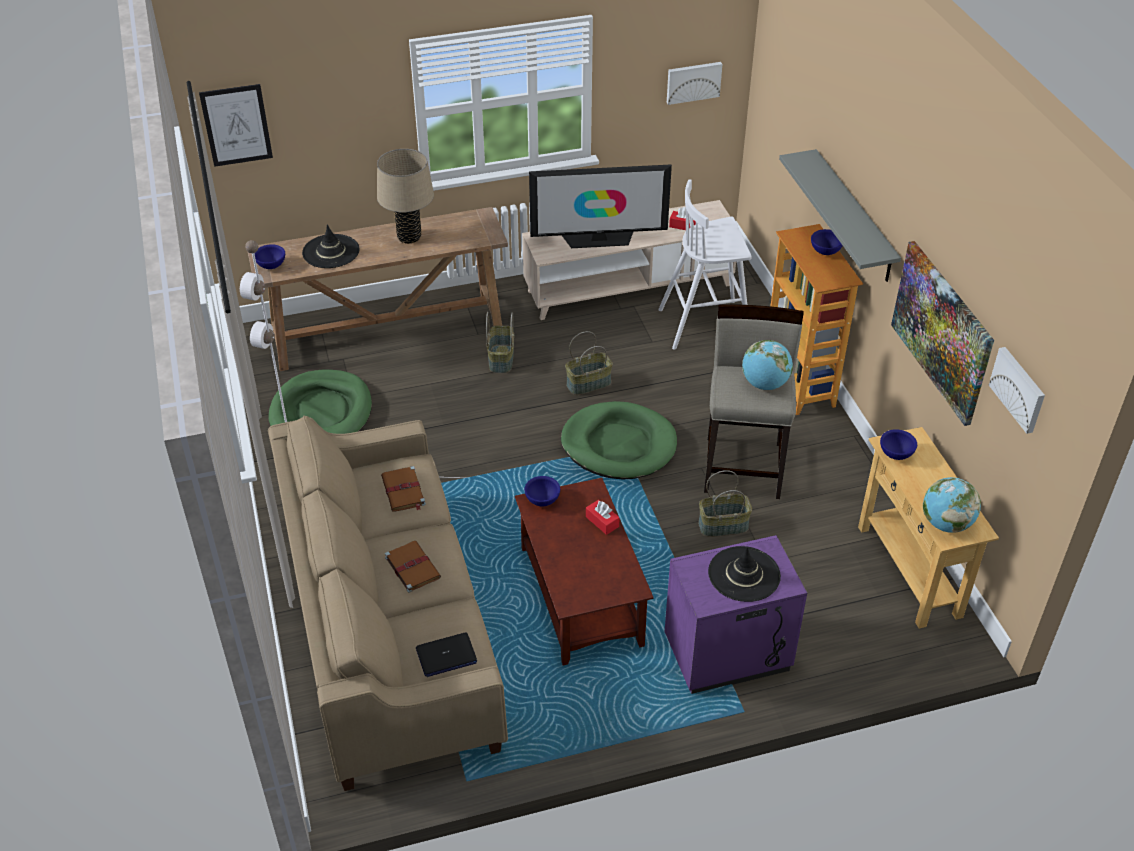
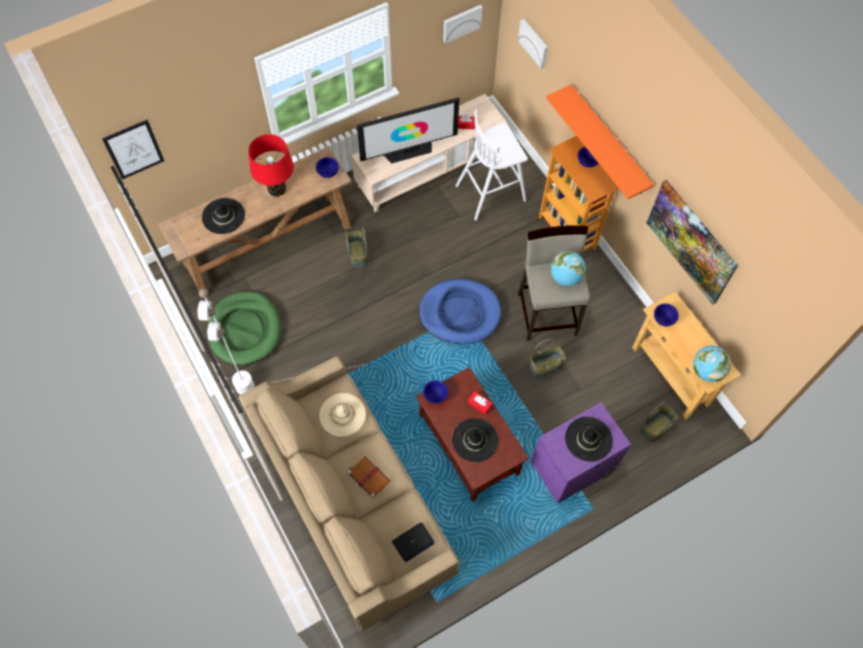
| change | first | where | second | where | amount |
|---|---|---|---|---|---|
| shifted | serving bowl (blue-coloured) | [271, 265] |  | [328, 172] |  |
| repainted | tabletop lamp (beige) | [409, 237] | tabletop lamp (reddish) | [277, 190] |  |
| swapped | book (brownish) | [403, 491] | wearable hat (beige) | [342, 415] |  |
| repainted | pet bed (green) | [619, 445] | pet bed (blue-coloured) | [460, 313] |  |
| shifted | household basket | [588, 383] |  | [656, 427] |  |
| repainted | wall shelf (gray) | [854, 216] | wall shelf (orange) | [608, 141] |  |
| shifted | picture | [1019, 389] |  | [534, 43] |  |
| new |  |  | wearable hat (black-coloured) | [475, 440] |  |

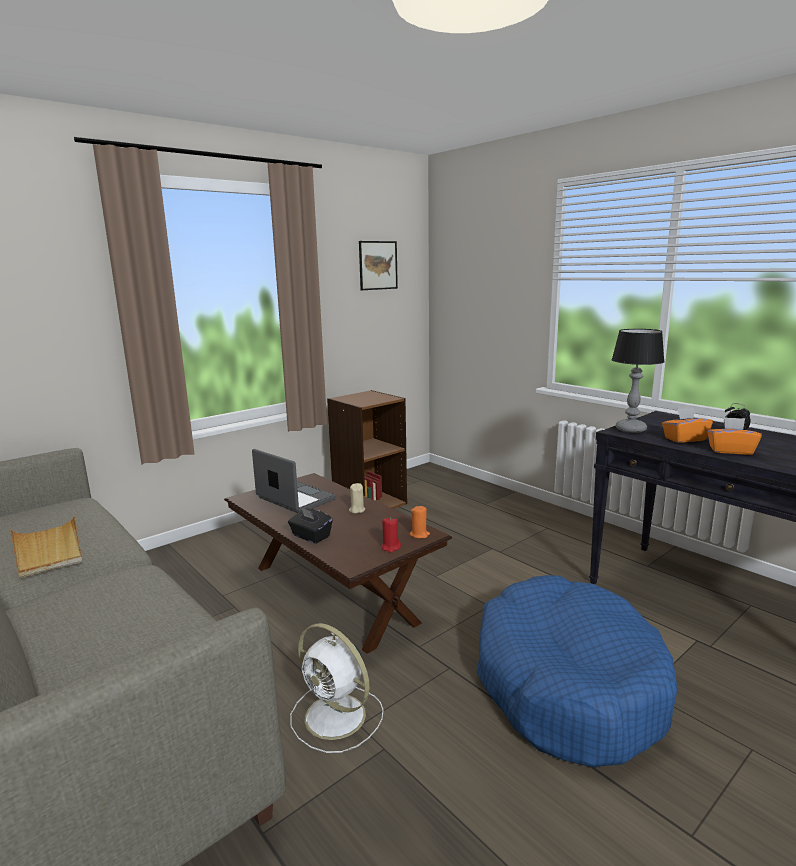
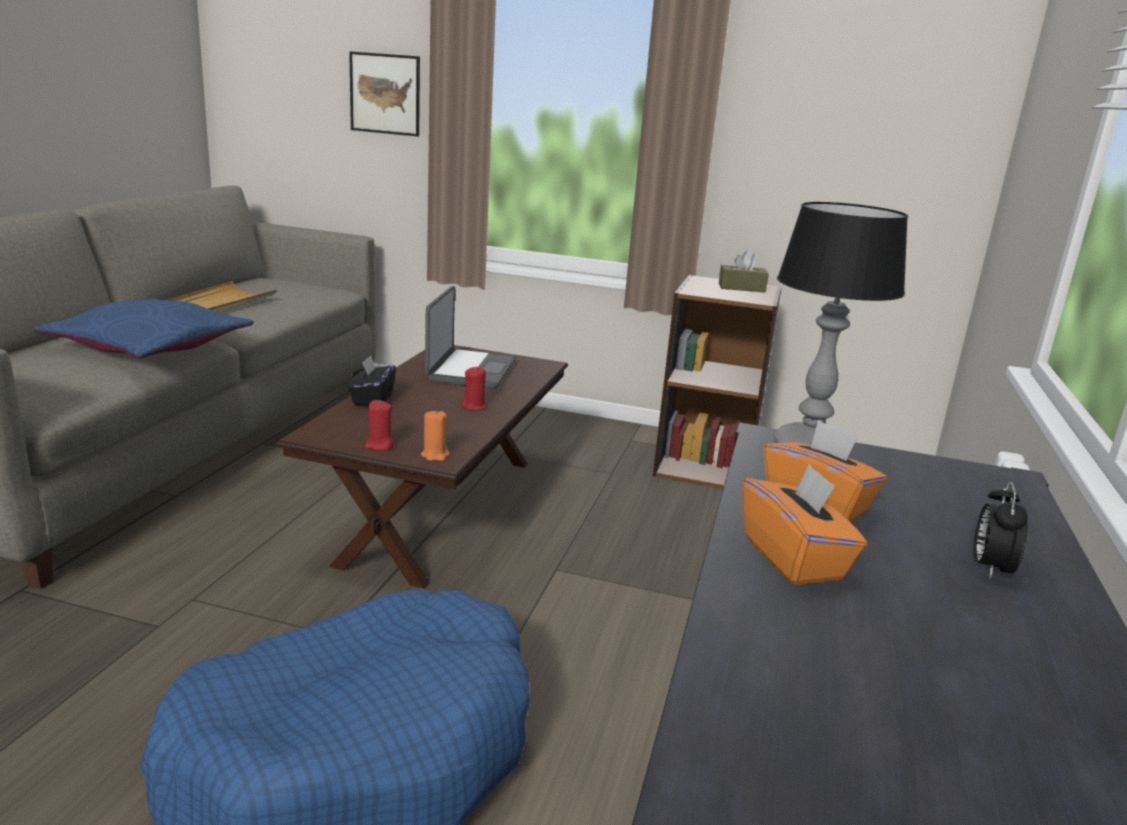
| change | first | where | second | where | amount |
|---|---|---|---|---|---|
| gone | cooling fan (white) | [337, 717] |  |  |  |
| repainted | candle (beige) | [357, 510] | candle (reddish) | [474, 406] |  |
| shifted | picture | [378, 265] |  | [385, 94] |  |
| new |  |  | cushion (blue-coloured) | [149, 347] |  |
| new |  |  | tissue holder (brownish) | [741, 288] |  |

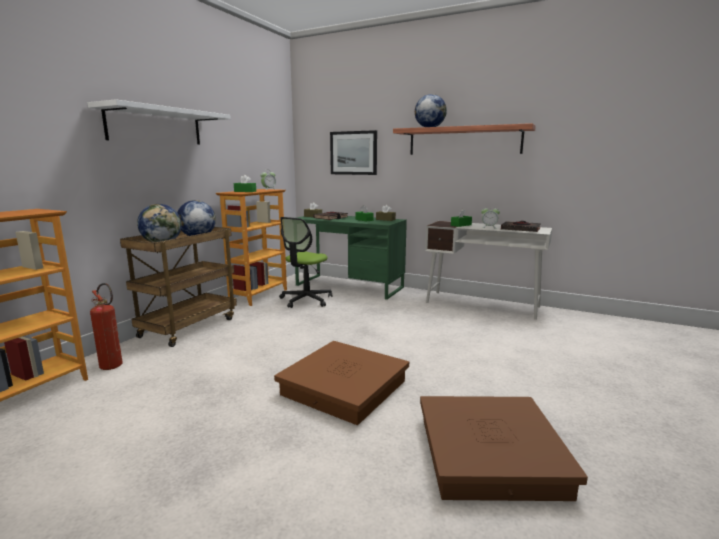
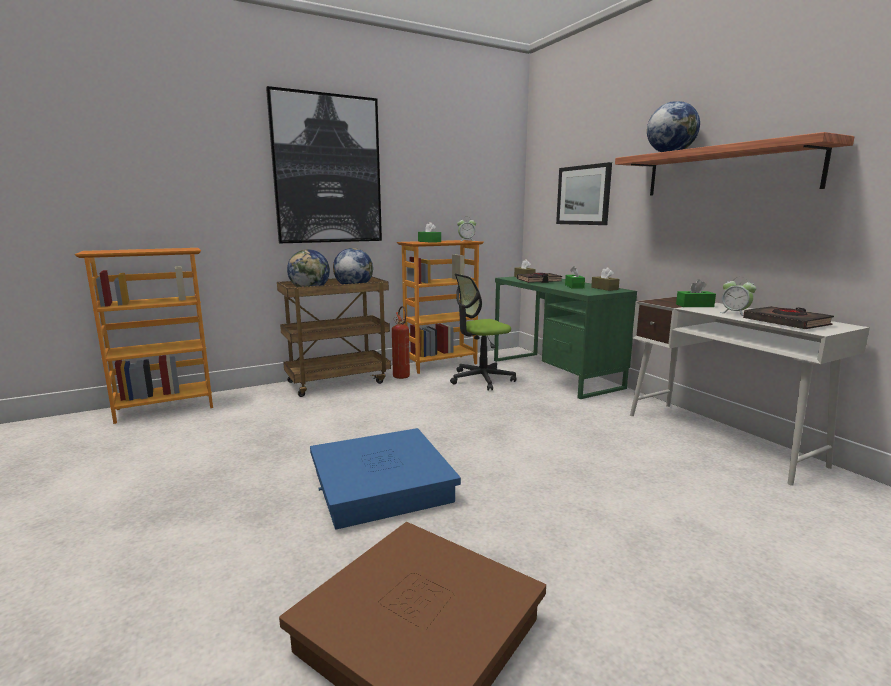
| change | first | where | second | where | amount |
|---|---|---|---|---|---|
| swapped | wall shelf (white) | [155, 126] | picture | [327, 170] |  |
| shifted | fire-fighting cylinder | [113, 367] |  | [402, 377] |  |
| repainted | storage bin (brownish) | [343, 387] | storage bin (blue-coloured) | [381, 484] |  |

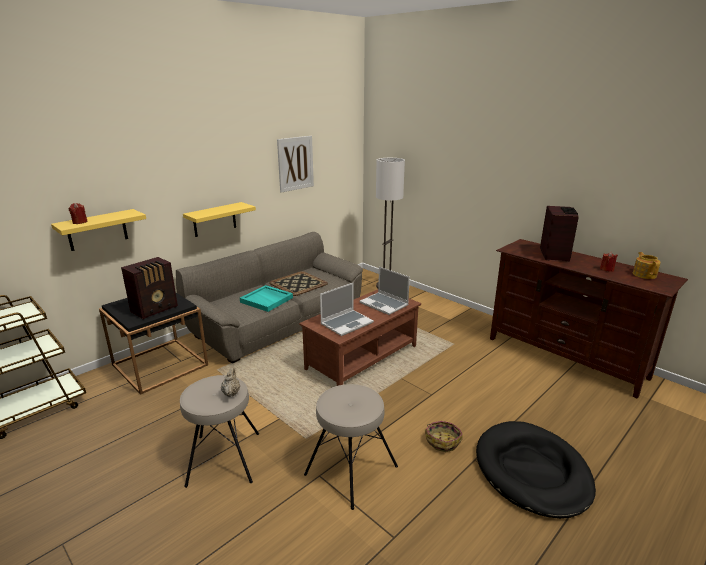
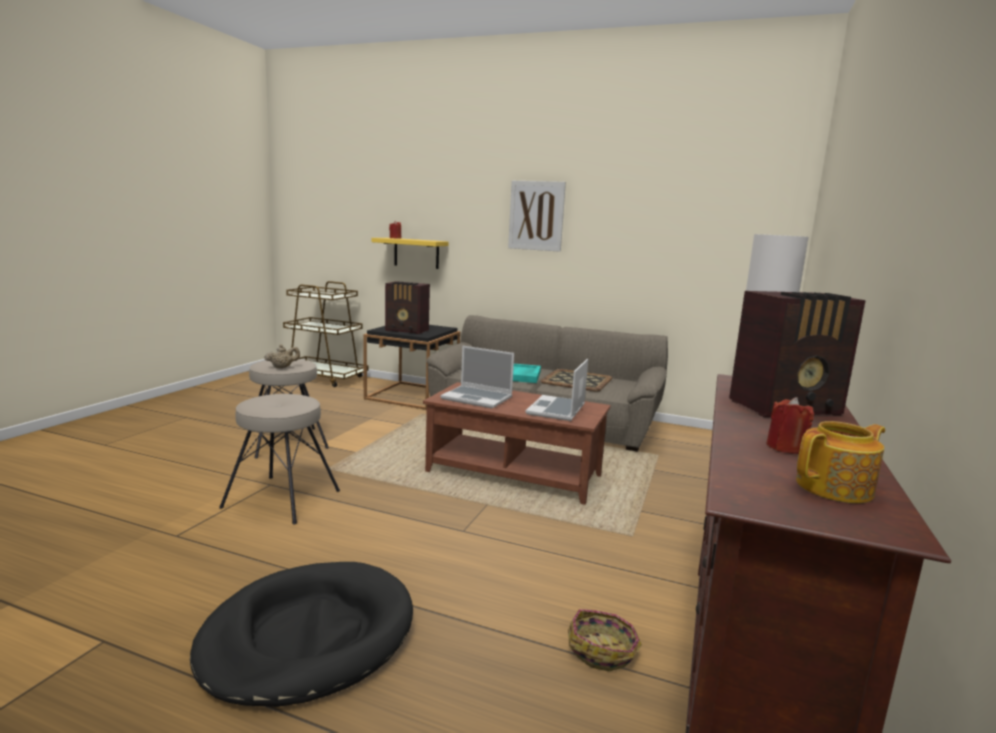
| change | first | where | second | where | amount |
|---|---|---|---|---|---|
| gone | wall shelf (yellow-coloured) | [214, 219] |  |  |  |
| shifted | picture | [295, 163] |  | [536, 216] |  |
| shifted | household basket | [442, 440] |  | [603, 650] |  |

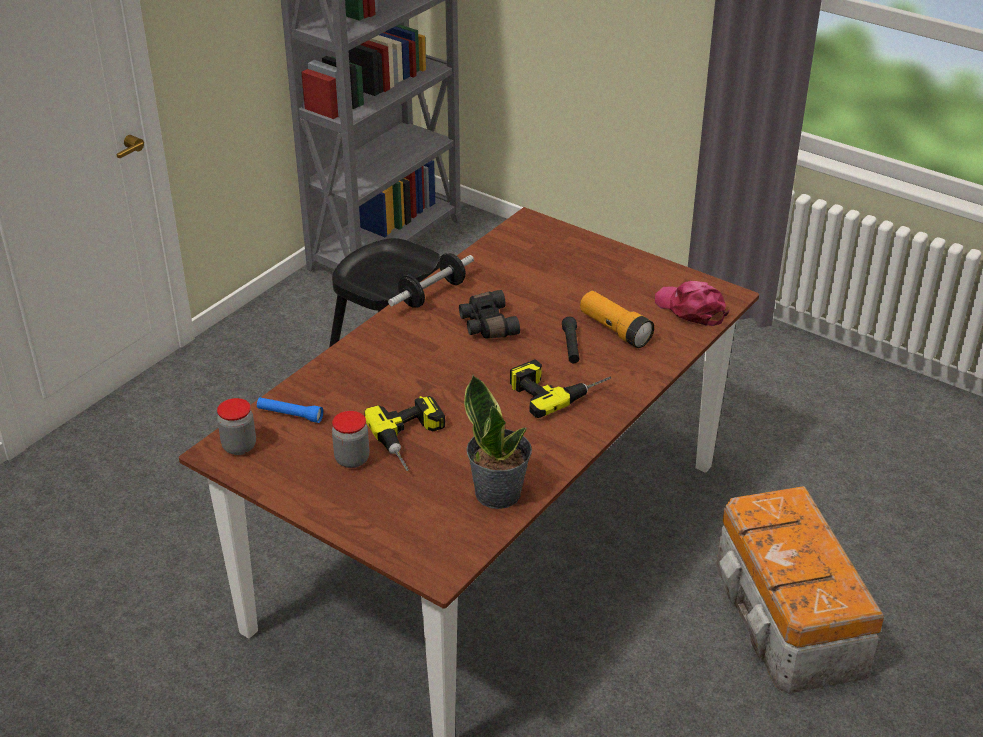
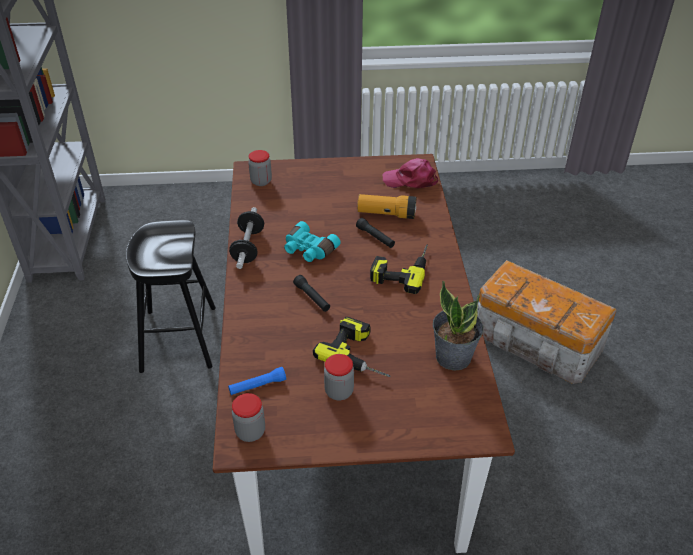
| change | first | where | second | where | amount |
|---|---|---|---|---|---|
| repainted | field glasses (black-coloured) | [486, 325] | field glasses (turquoise-coloured) | [308, 250] |  |
| new |  |  | storage jar | [261, 181] |  |
| new |  |  | hand torch (black-coloured) | [312, 298] |  |

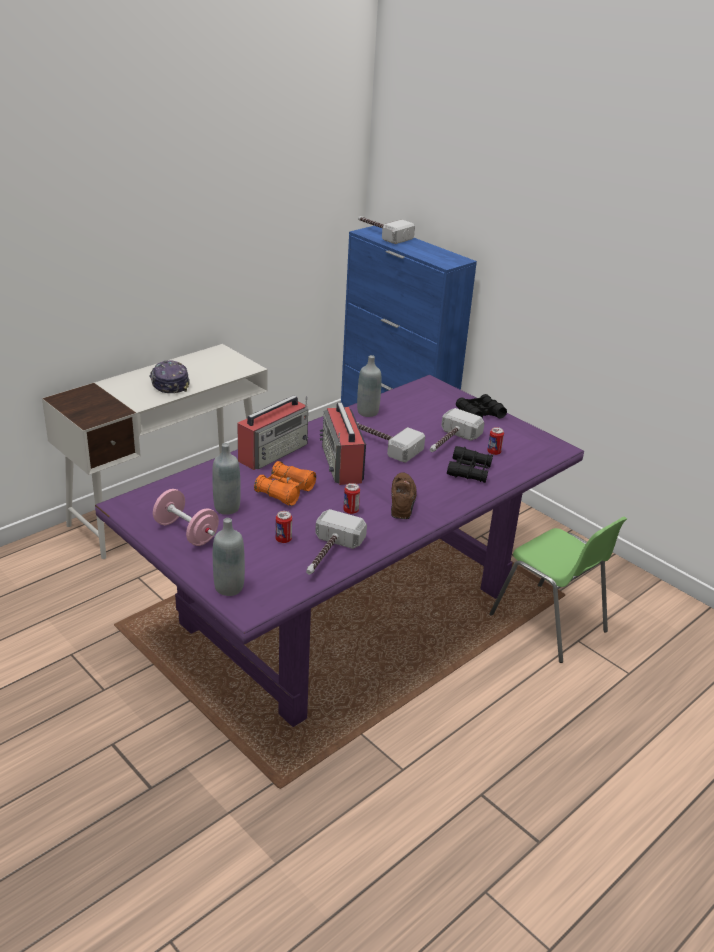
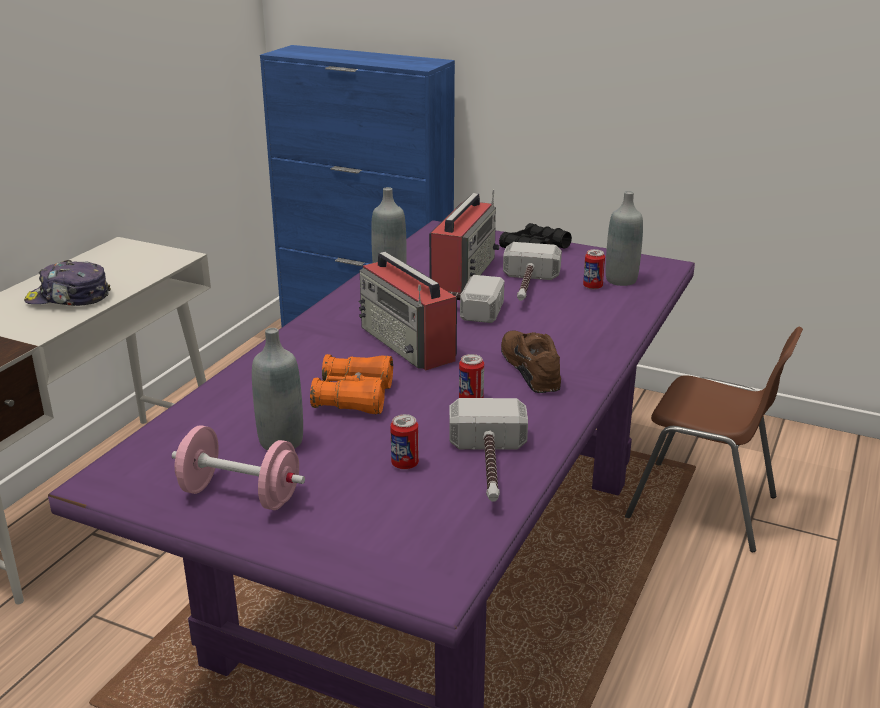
| change | first | where | second | where | amount |
|---|---|---|---|---|---|
| rotated | cap | [169, 384] |  | [68, 298] | 45 degrees counterclockwise |
| shifted | beverage bottle (gray) | [229, 587] |  | [621, 280] |  |
| shifted | radio receiver | [274, 452] |  | [463, 273] |  |
| gone | tool hammer | [381, 234] |  |  |  |
| gone | field glasses (black-coloured) | [469, 470] |  |  |  |
| repainted | plain chair (green) | [549, 624] | plain chair (brownish) | [703, 507] |  |

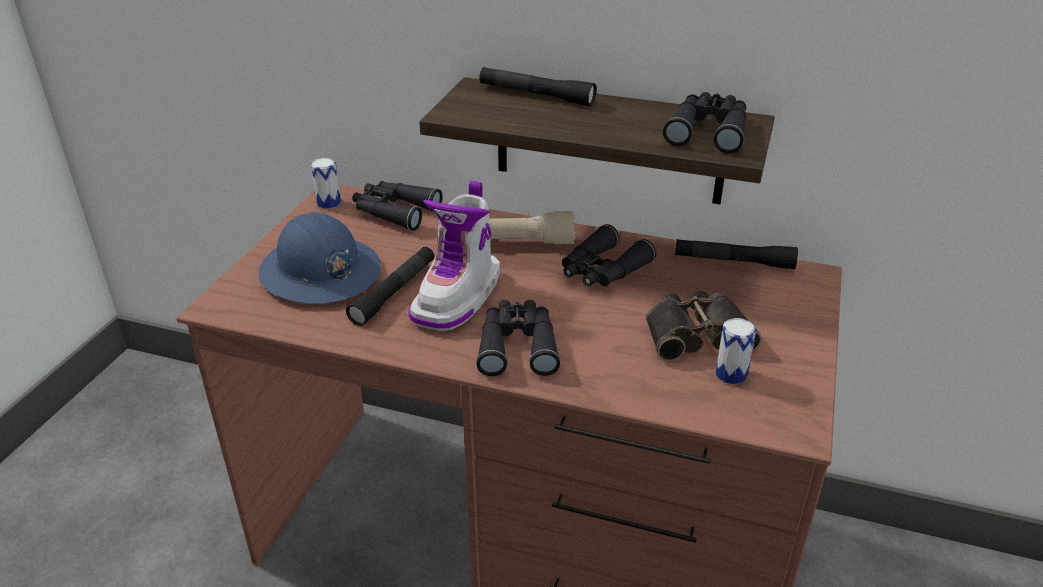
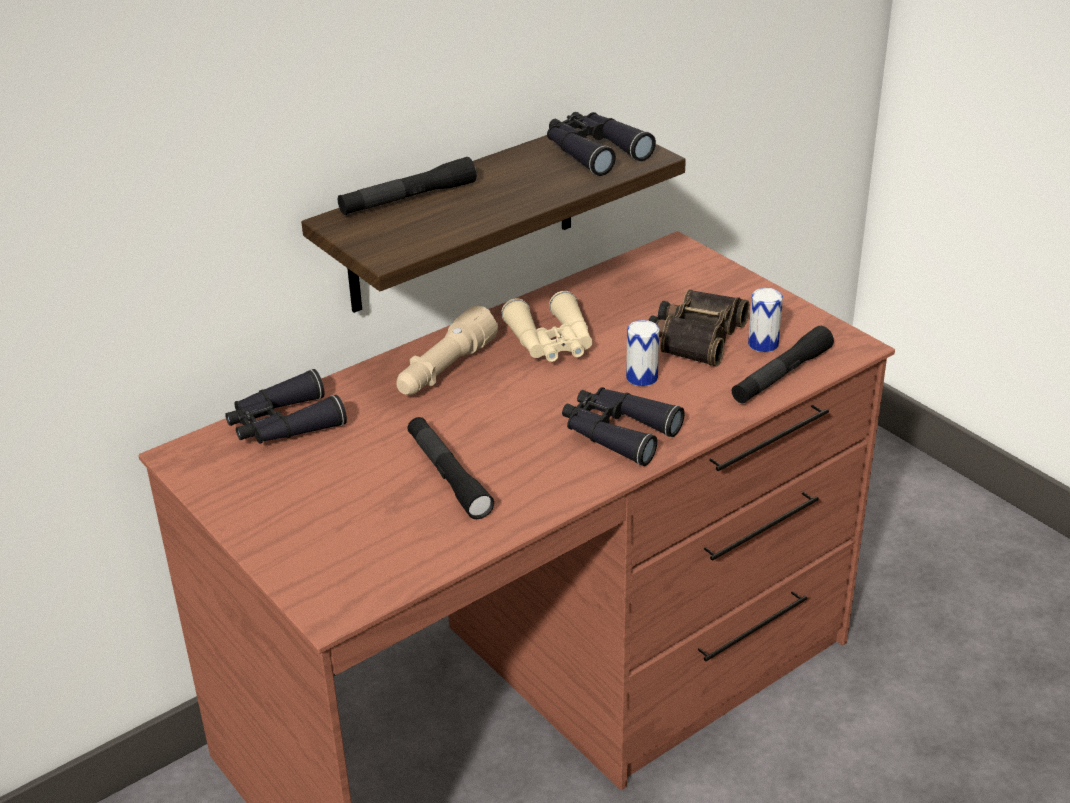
| change | first | where | second | where | amount |
|---|---|---|---|---|---|
| gone | hard hat (blue-coloured) | [320, 273] |  |  |  |
| shifted | can | [329, 203] |  | [642, 377] |  |
| gone | high-top boot | [458, 297] |  |  |  |
| repainted | field glasses (black-coloured) | [602, 271] | field glasses (beige) | [551, 343] |  |
| shifted | hand torch (black-coloured) | [733, 261] |  | [781, 375] |  |

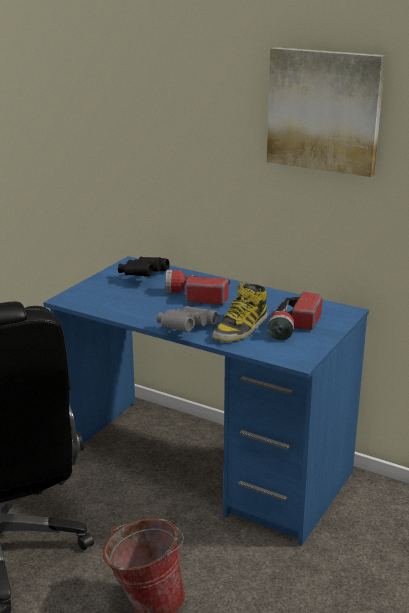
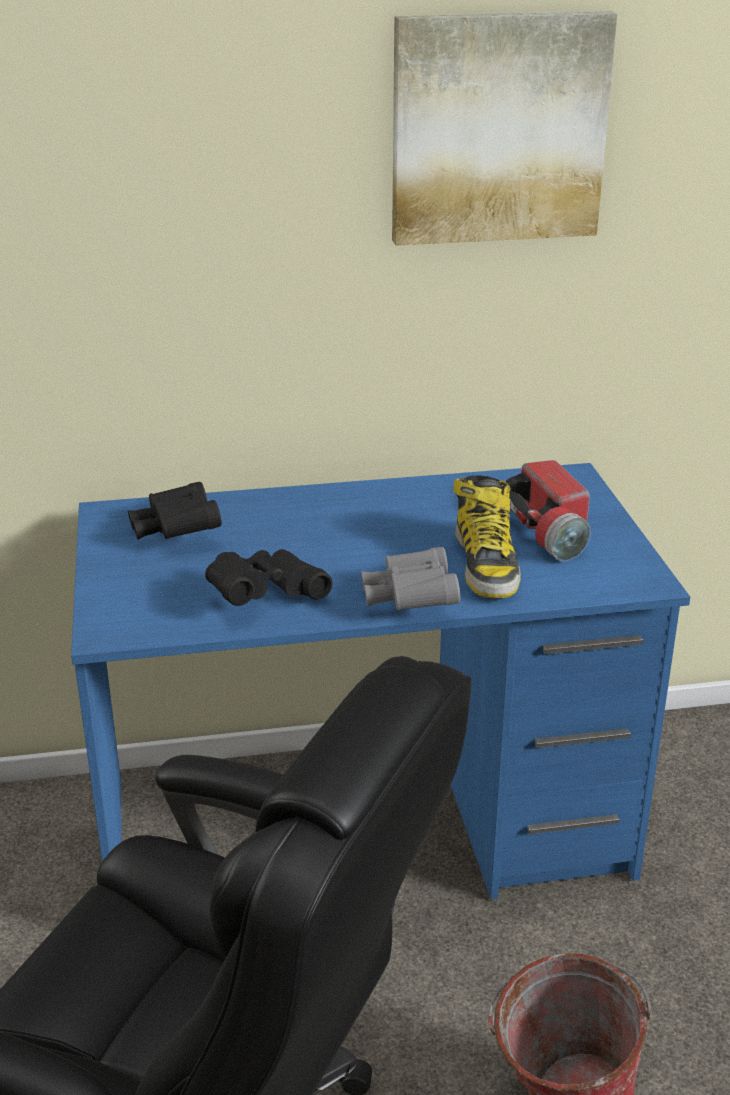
| change | first | where | second | where | amount |
|---|---|---|---|---|---|
| gone | hand torch | [195, 296] |  |  |  |
| new |  |  | field glasses (black-coloured) | [264, 596] |  |

